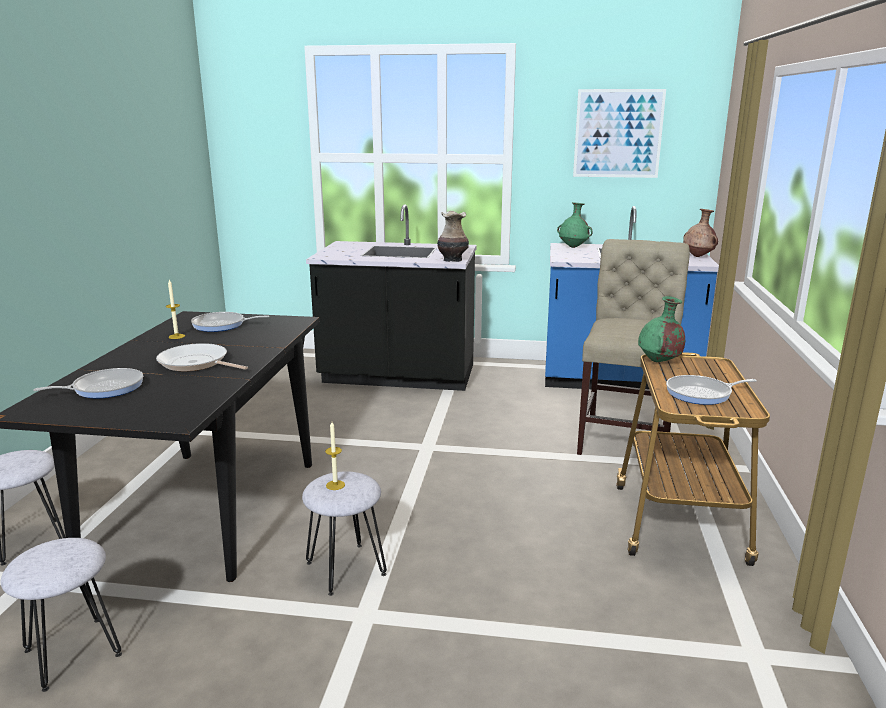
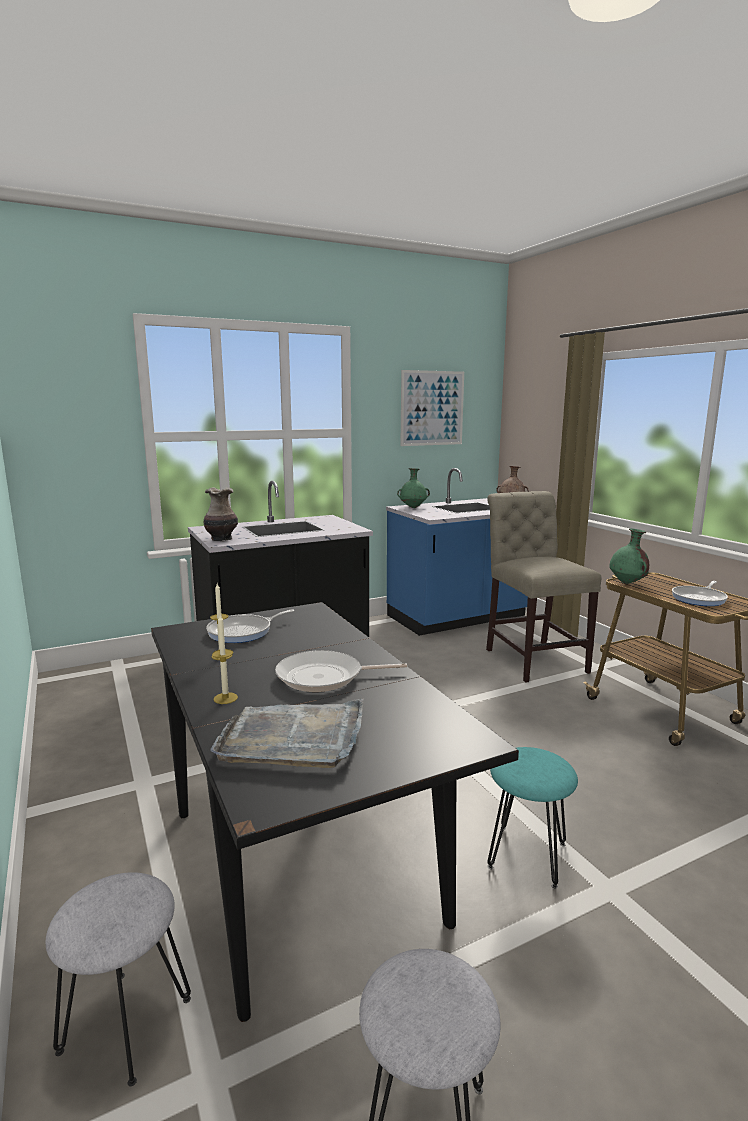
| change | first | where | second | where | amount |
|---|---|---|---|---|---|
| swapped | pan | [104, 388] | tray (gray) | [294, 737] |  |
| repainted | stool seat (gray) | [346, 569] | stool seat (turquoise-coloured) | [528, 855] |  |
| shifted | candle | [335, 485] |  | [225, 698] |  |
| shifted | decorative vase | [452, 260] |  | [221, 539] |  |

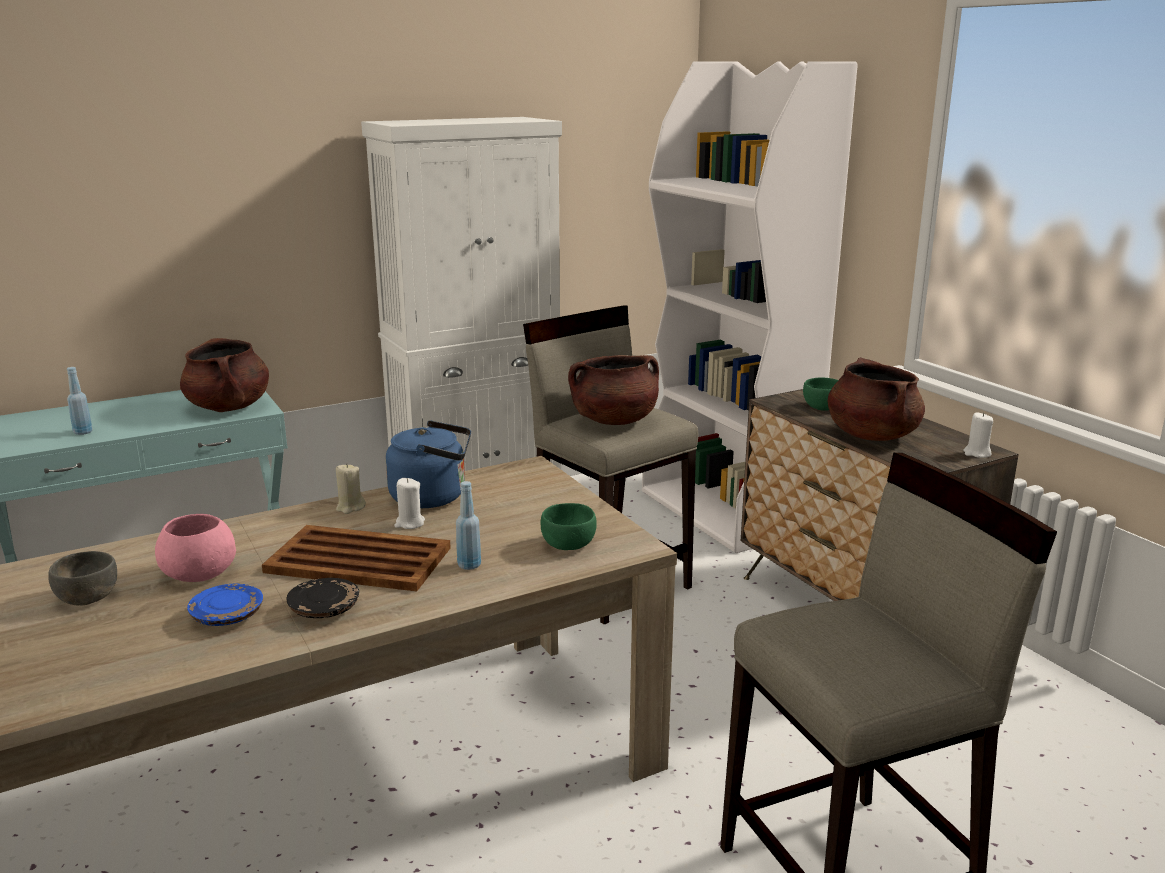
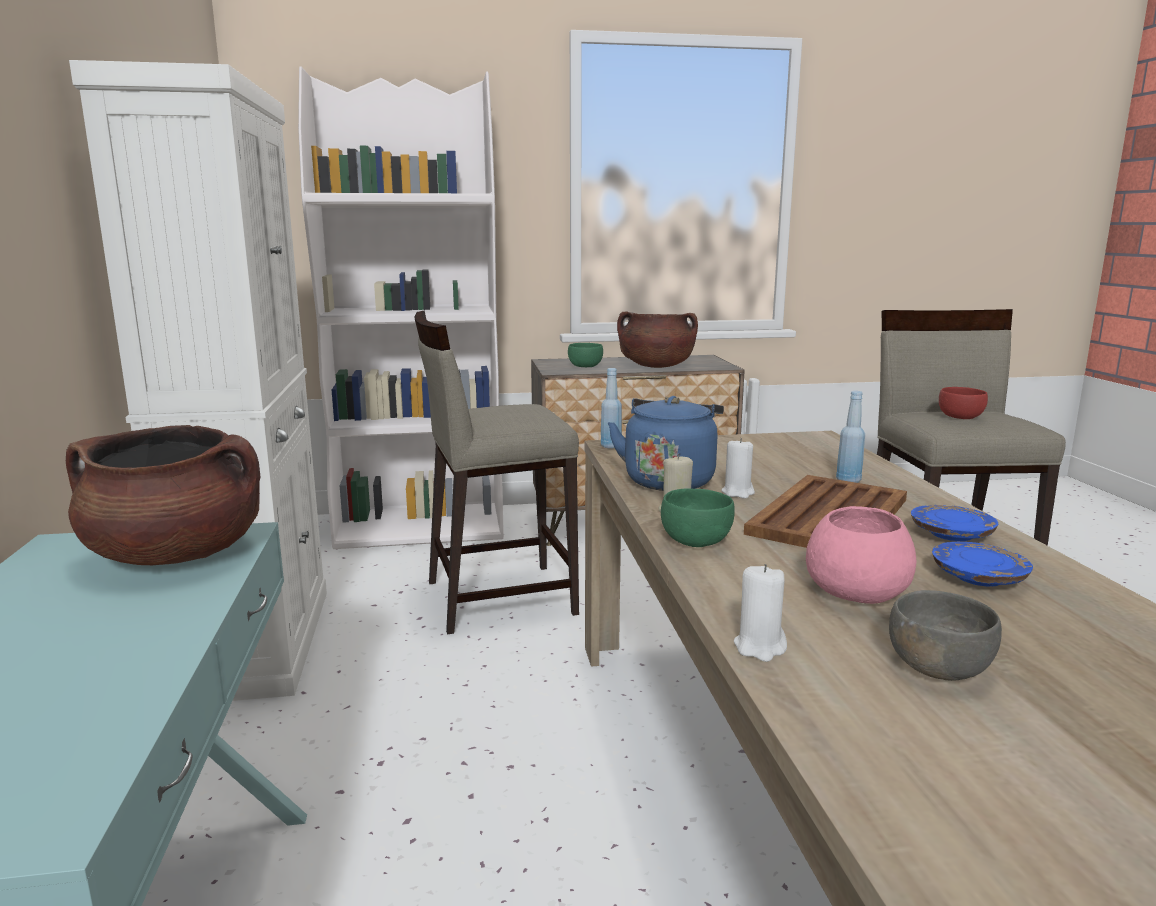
| change | first | where | second | where | amount |
|---|---|---|---|---|---|
| shifted | beverage bottle (blue-coloured) | [83, 432] |  | [610, 446] |  |
| repainted | flat dish (black-coloured) | [324, 609] | flat dish (blue-coloured) | [951, 535] |  |
| shifted | serving bowl (green) | [569, 544] |  | [695, 540] |  |
| gone | stockpot (brownish) | [614, 420] |  |  |  |
| shifted | candle (white) | [977, 453] |  | [760, 647] |  |
| new |  |  | serving bowl (reddish) | [961, 417] |  |

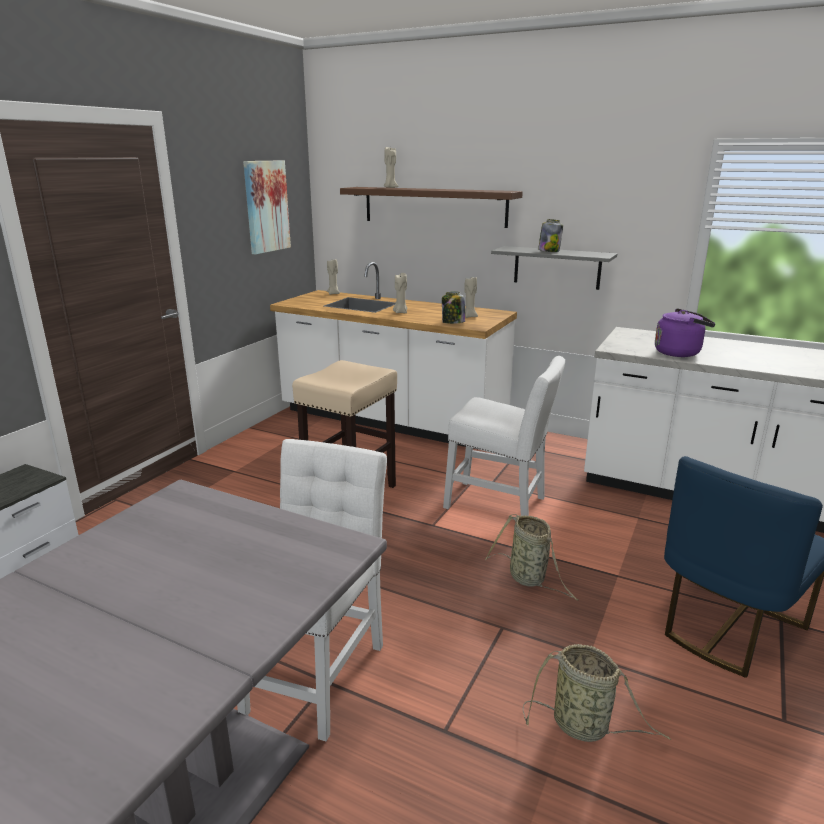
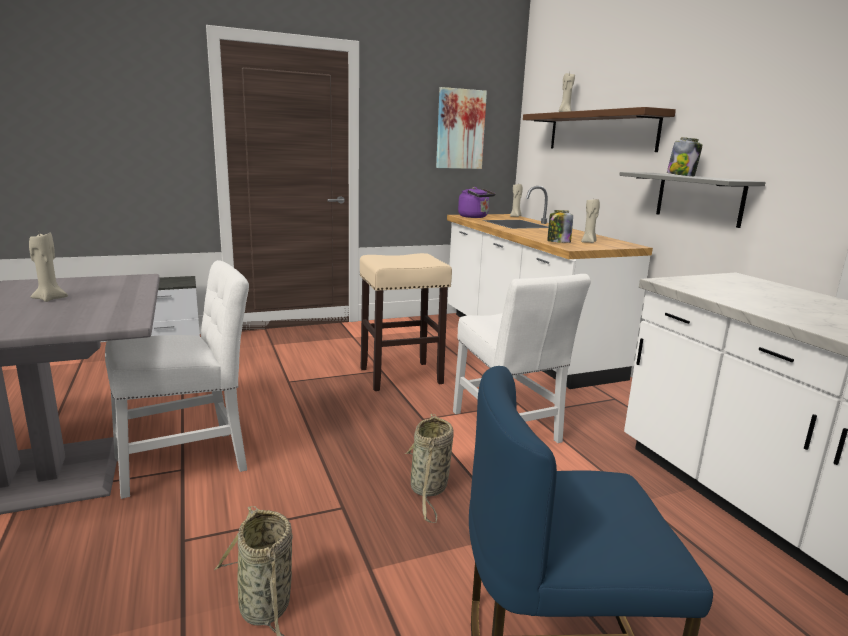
| change | first | where | second | where | amount |
|---|---|---|---|---|---|
| shifted | candle (beige) | [400, 312] |  | [50, 299] |  |
| shifted | water kettle (purple) | [680, 353] |  | [475, 217] |  |

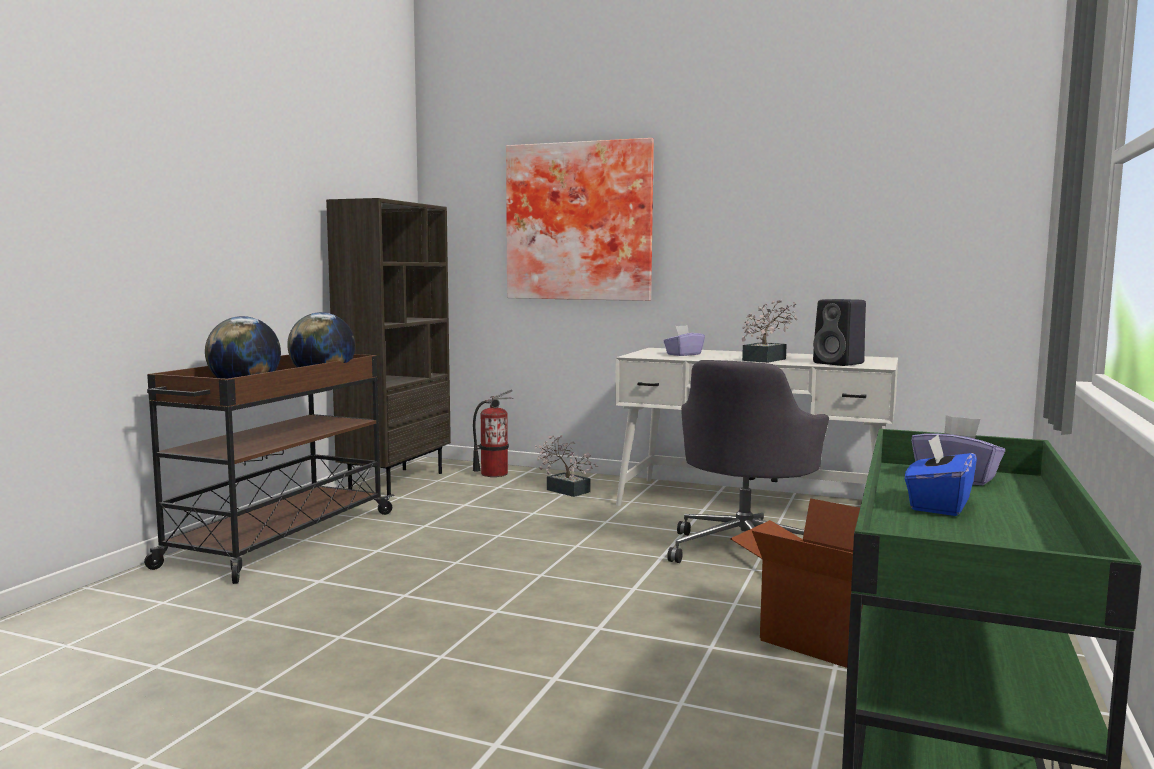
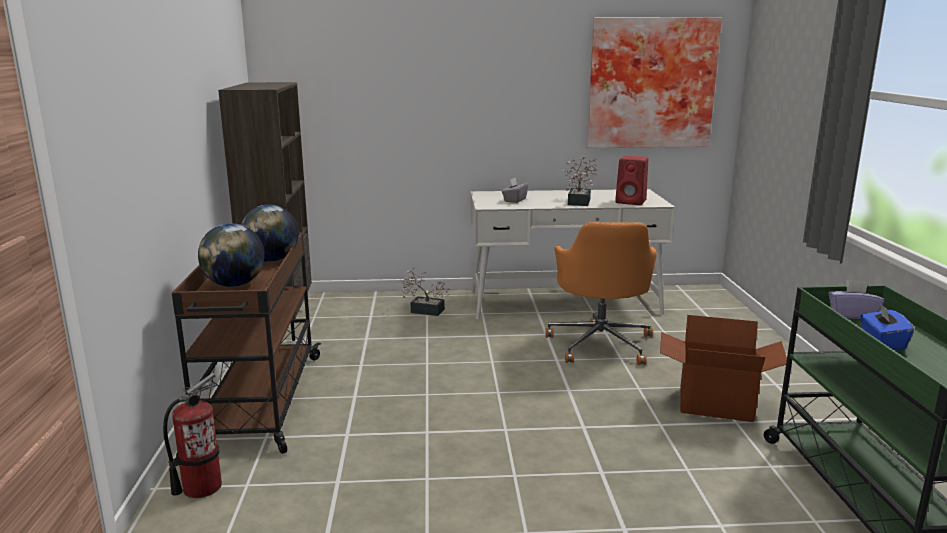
| change | first | where | second | where | amount |
|---|---|---|---|---|---|
| shifted | fire-fighting cylinder | [493, 474] |  | [201, 487] |  |
| shifted | picture | [580, 222] |  | [650, 83] |  |
| repainted | tissue holder (purple) | [683, 354] | tissue holder (gray) | [514, 200] |  |
| repainted | office chair (gray) | [745, 551] | office chair (orange) | [600, 343] |  |
| repainted | audio speaker (black-coloured) | [840, 363] | audio speaker (reddish) | [632, 202] |  |

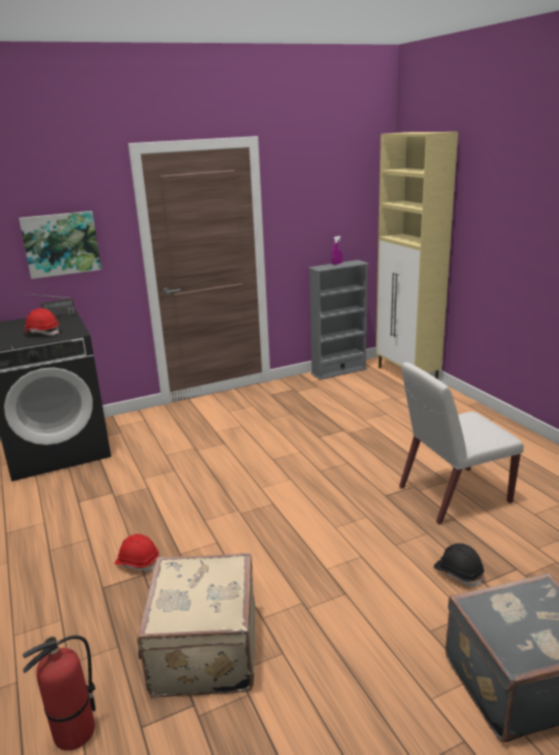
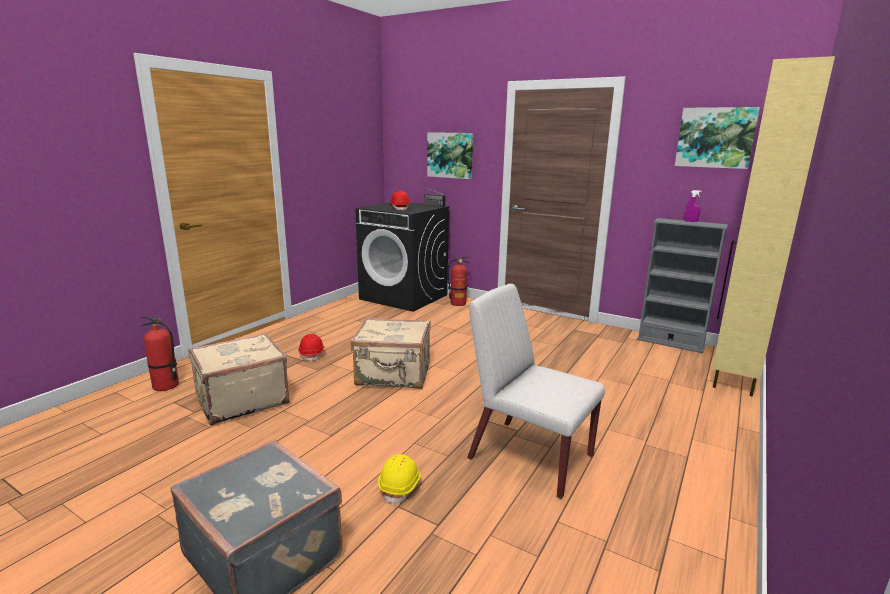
| change | first | where | second | where | amount |
|---|---|---|---|---|---|
| repainted | hard hat (black-coloured) | [458, 573] | hard hat (yellow-coloured) | [400, 487] |  |
| new |  |  | travel case (beige) | [394, 375] |  |
| new |  |  | fire-fighting cylinder | [458, 303] |  |
| new |  |  | picture | [715, 137] |  |

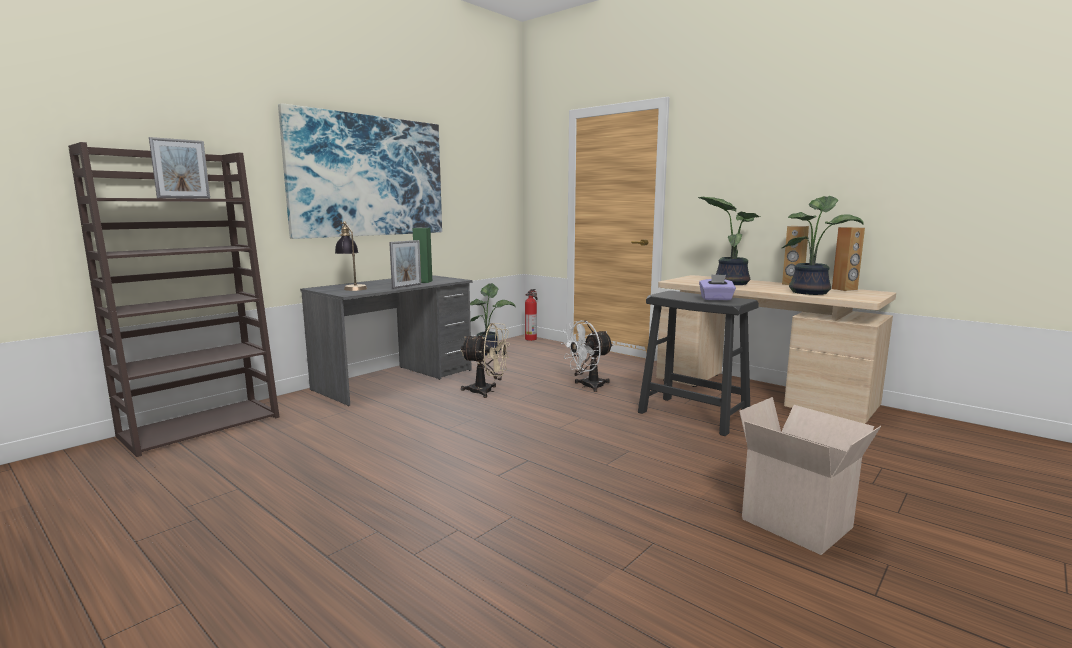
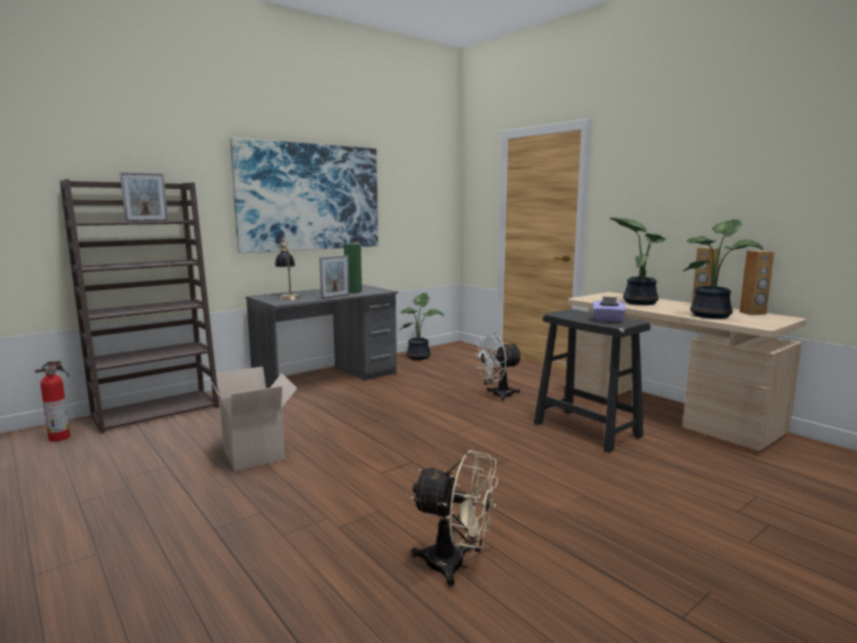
| change | first | where | second | where | amount |
|---|---|---|---|---|---|
| shifted | cooling fan (beige) | [487, 391] |  | [455, 565] |  |
| shifted | fire-fighting cylinder | [531, 339] |  | [61, 437] |  |
| shifted | carton | [799, 523] |  | [256, 454] |  |

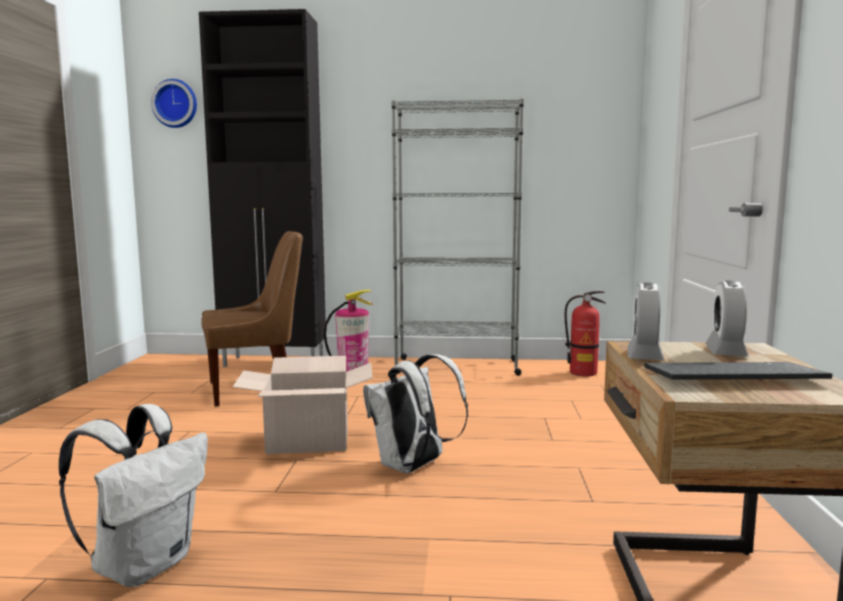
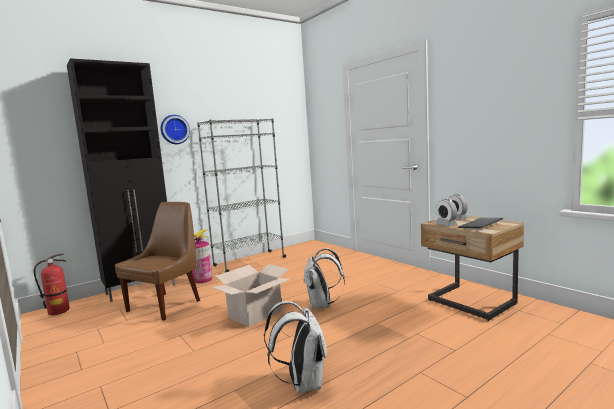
| change | first | where | second | where | amount |
|---|---|---|---|---|---|
| shifted | clock on the wall | [176, 104] |  | [174, 129] |  |
| shifted | fire-fighting cylinder | [583, 373] |  | [59, 311] |  |

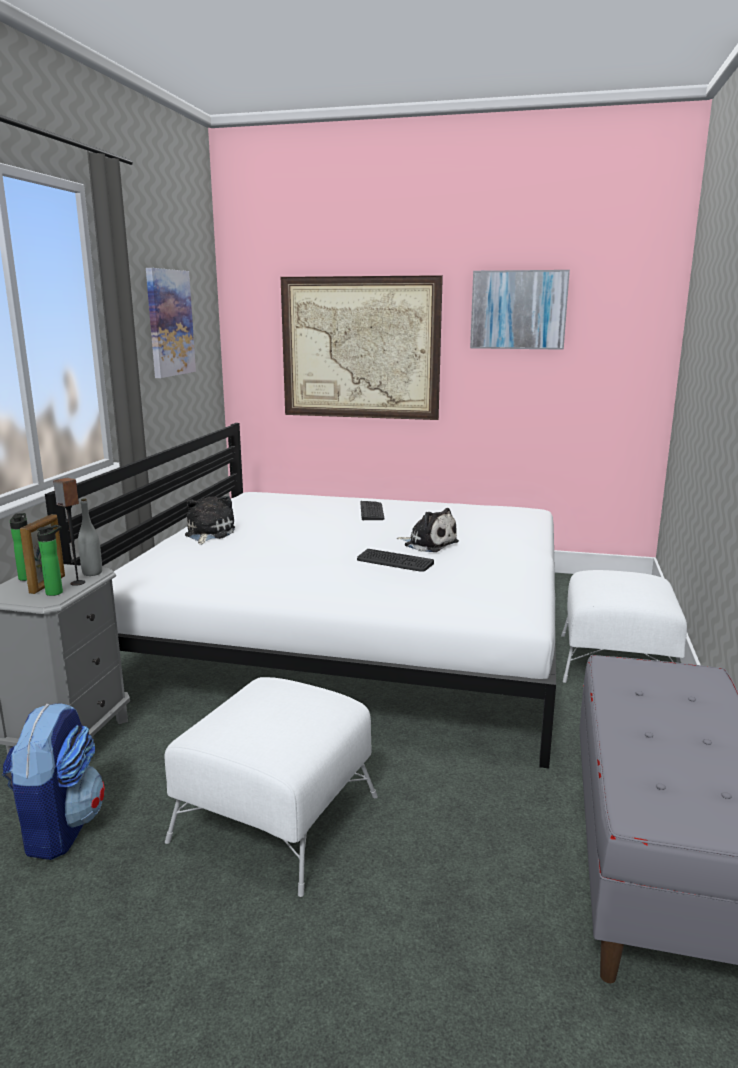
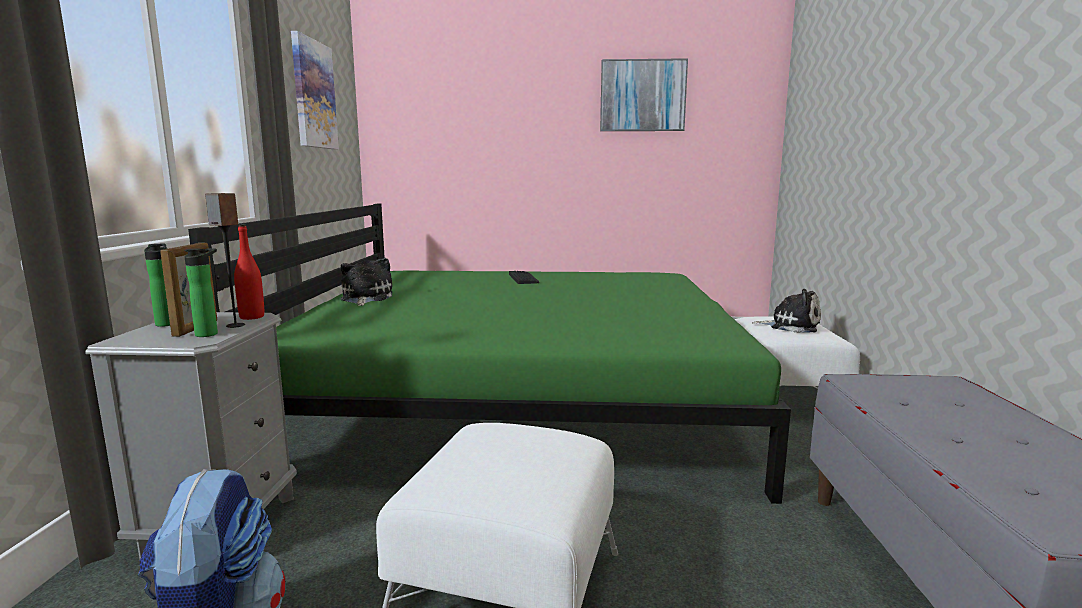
| change | first | where | second | where | amount |
|---|---|---|---|---|---|
| repainted | sleeping bed (white) | [351, 635] | sleeping bed (green) | [517, 396] |  |
| repainted | beverage bottle (gray) | [92, 573] | beverage bottle (reddish) | [252, 317] |  |
| gone | picture | [360, 348] |  |  |  |
| gone | computer keyboard | [394, 562] |  |  |  |
| shifted | plush toy | [428, 544] |  | [791, 326] |  |

